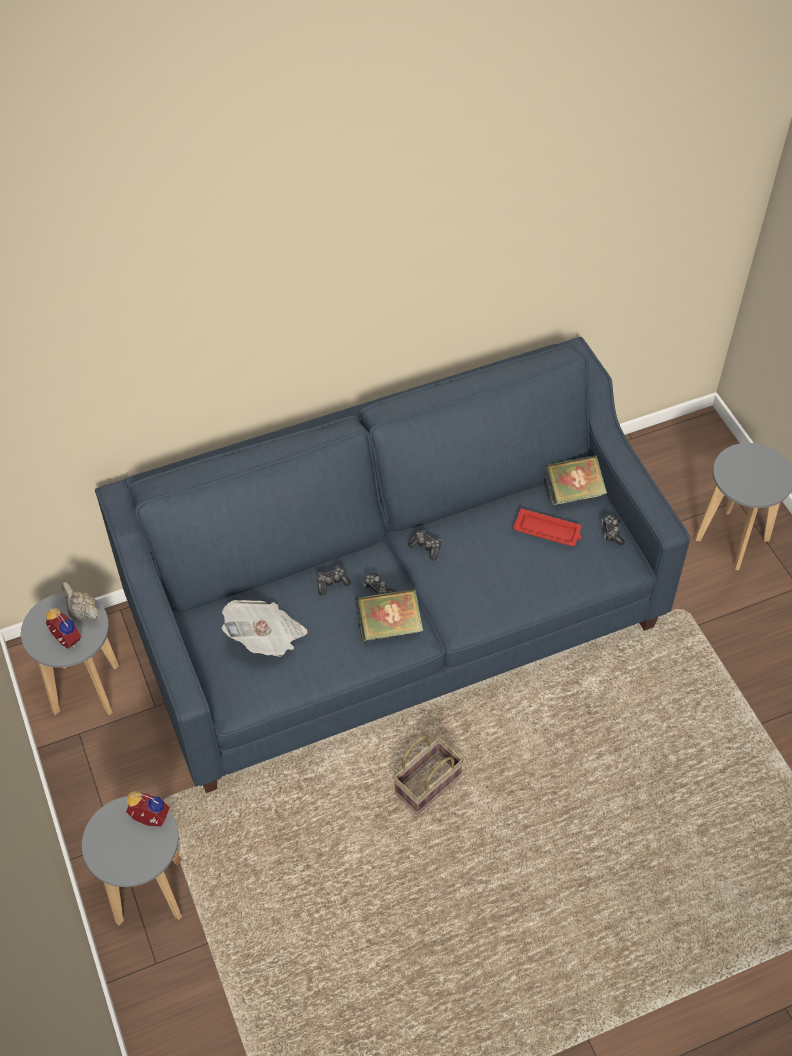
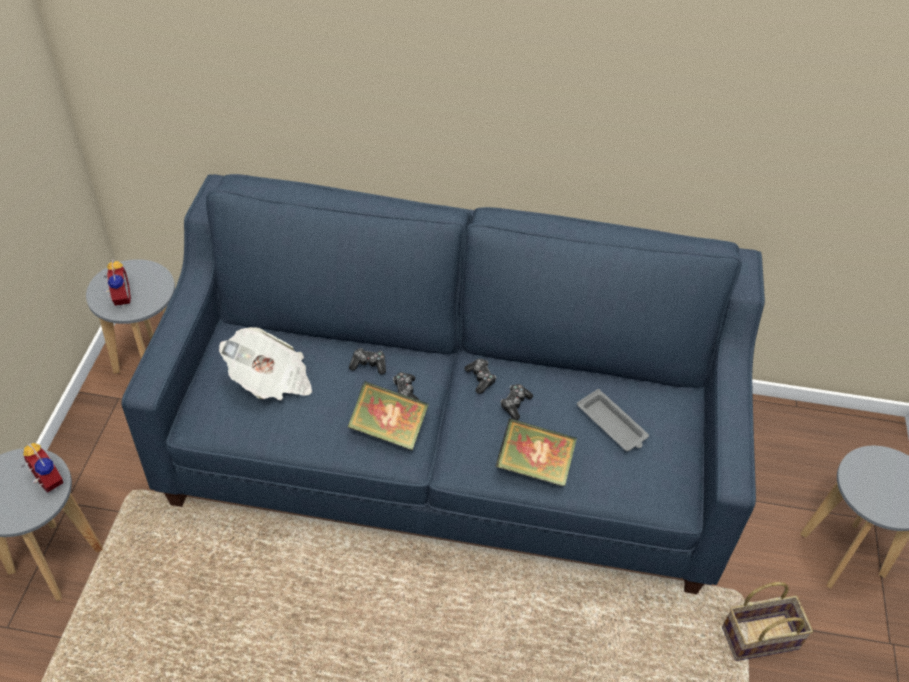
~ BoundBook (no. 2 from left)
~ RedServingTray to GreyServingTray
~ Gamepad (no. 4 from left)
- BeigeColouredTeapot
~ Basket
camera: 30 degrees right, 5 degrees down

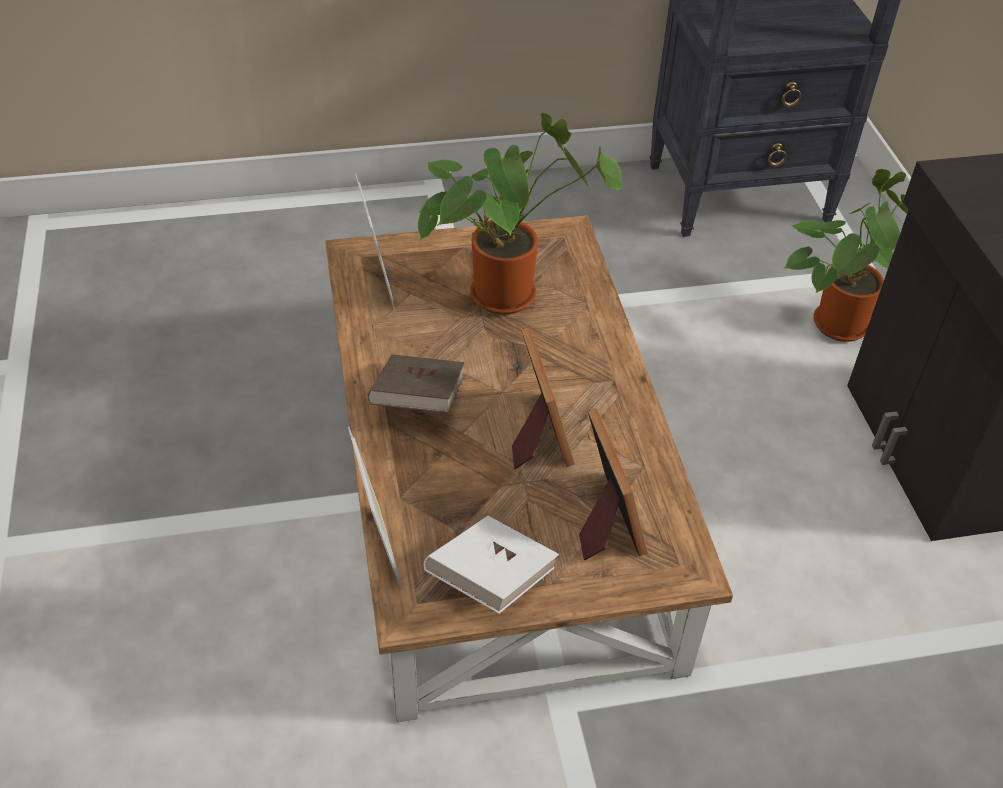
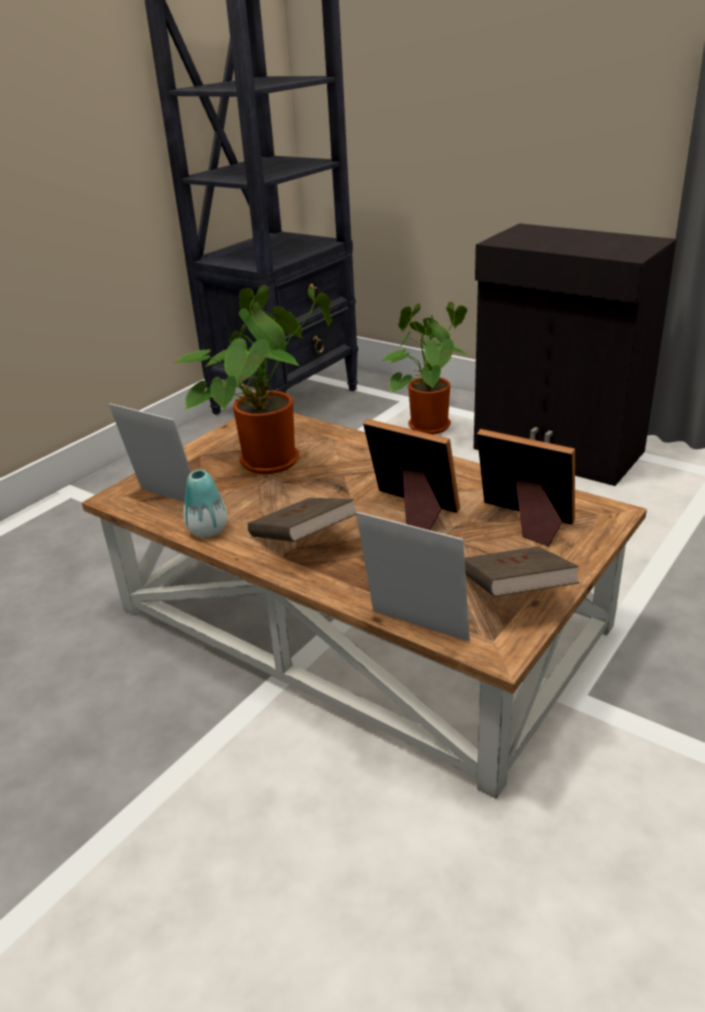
~ WhiteColouredBoundBook to BrownishBoundBook (no. 2 from left)
+ DecorativeVase
camera: 40 degrees left, 15 degrees down

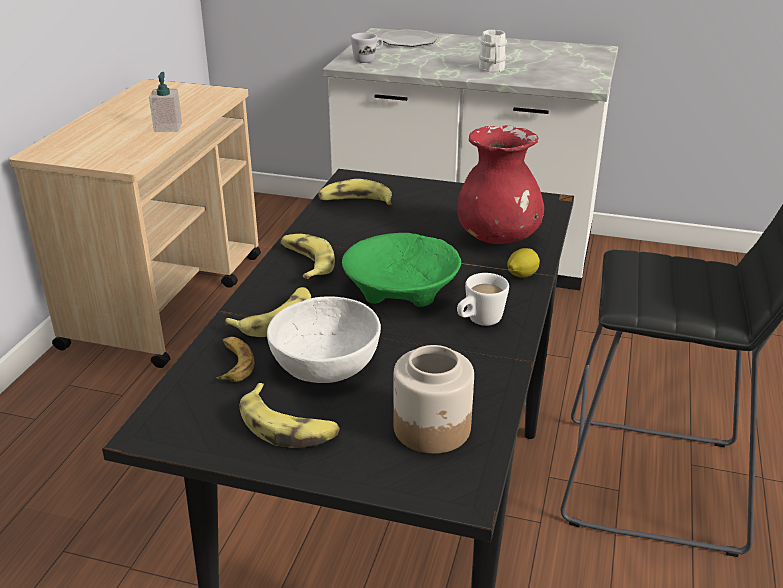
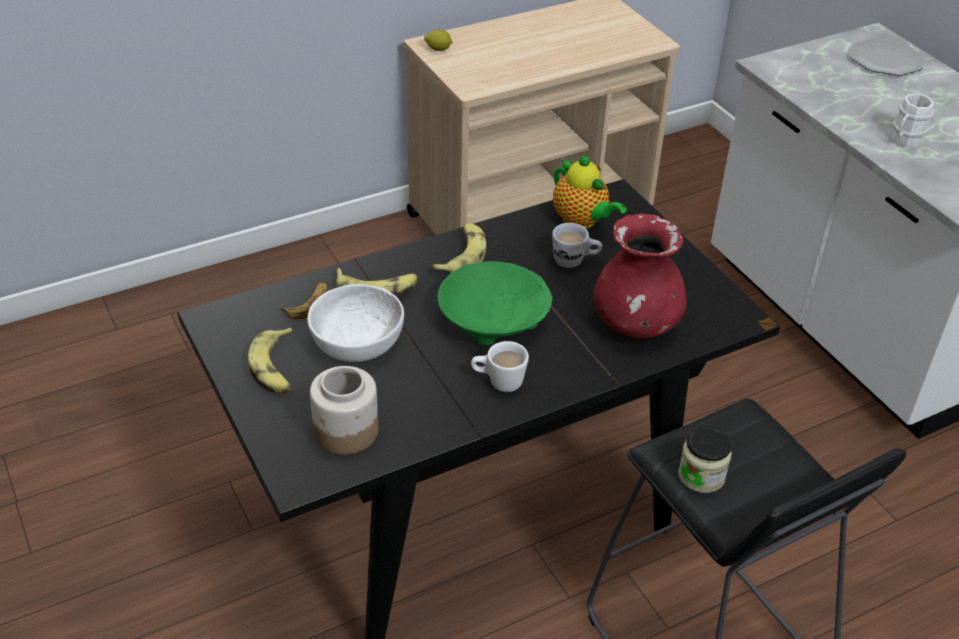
~ WhiteColouredTeaMug (no. 1 from left in the first image) to WhiteColouredTeaMug (no. 2 from left)
- SoapDispenser
~ BananaFruit (no. 5 from left) to Teapot
~ CitrusFruit
+ Jar (no. 2 from left)
camera: 45 degrees right, 10 degrees up

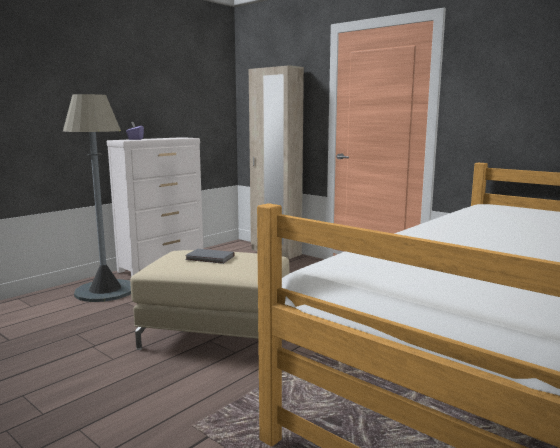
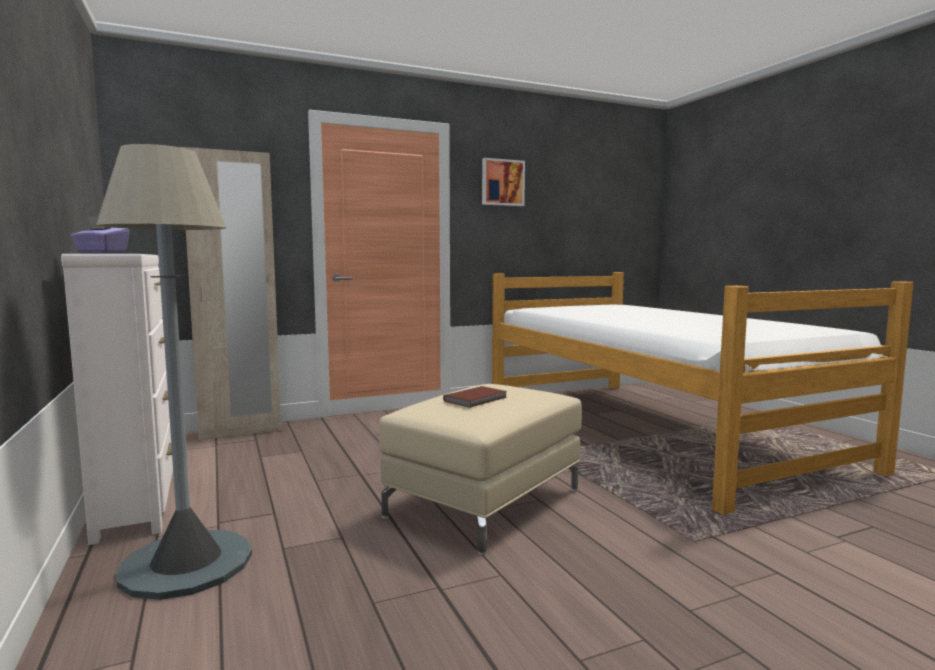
~ GreyBoundBook to BrownishBoundBook
+ WallArt
camera: 65 degrees left, 5 degrees down

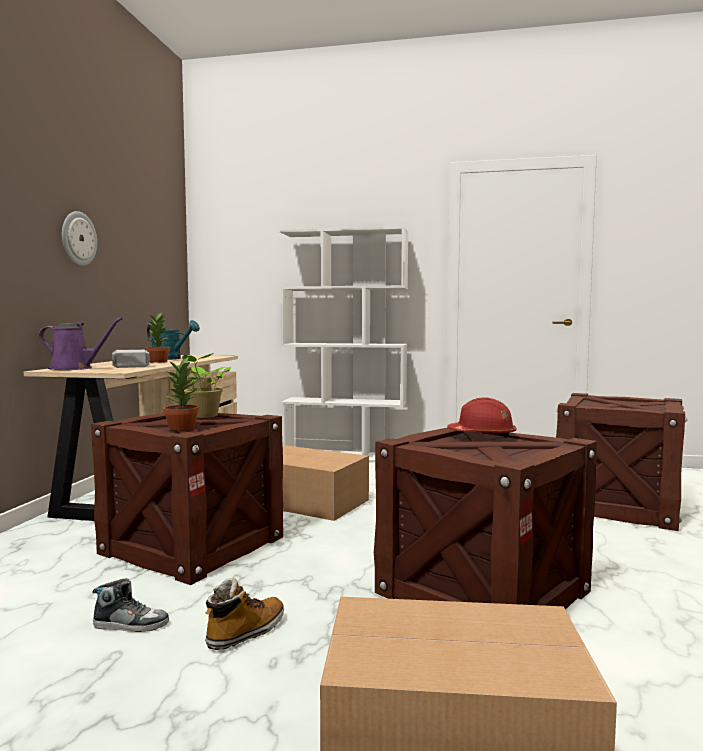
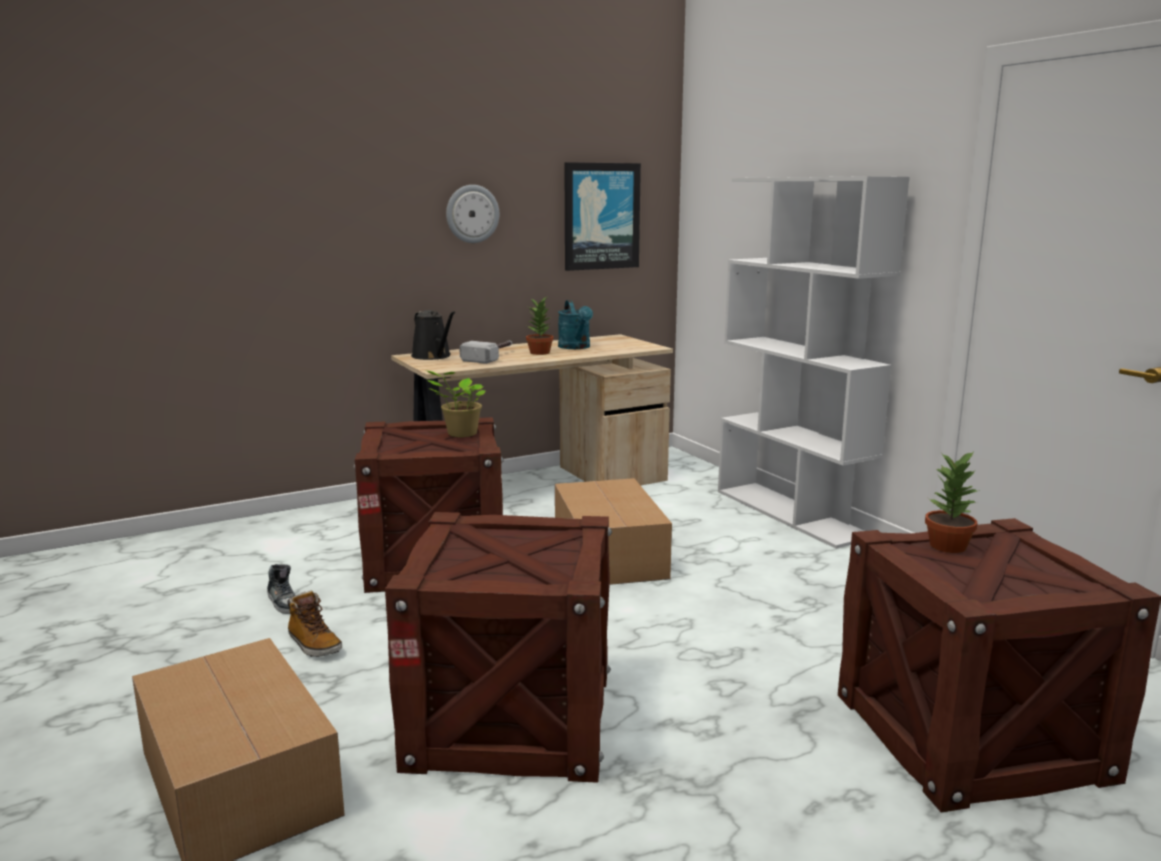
~ PurpleWateringCan to BlackWateringCan
~ Houseplant (no. 2 from left in the first image) to Houseplant (no. 3 from left)
- RedWorkHelmet
~ HighTopBoot 45 degrees clockwise
+ WallArt
camera: 50 degrees right, 10 degrees up

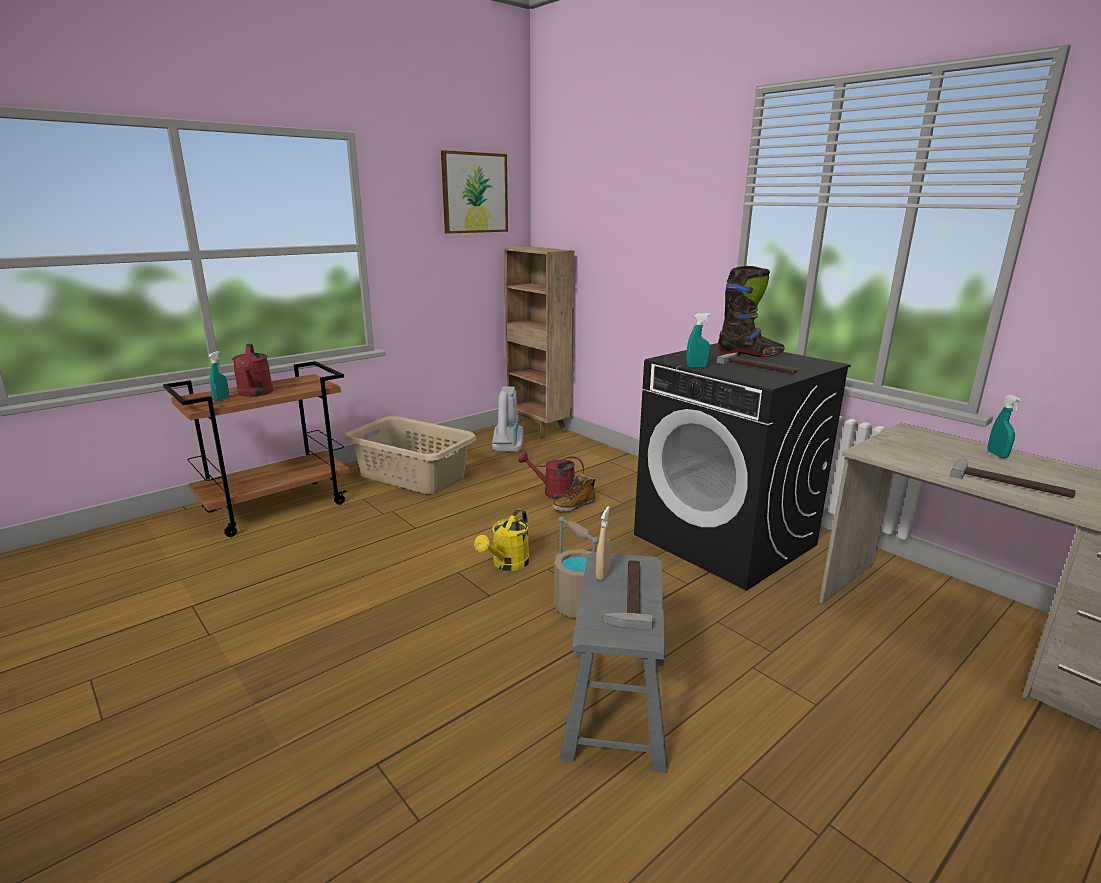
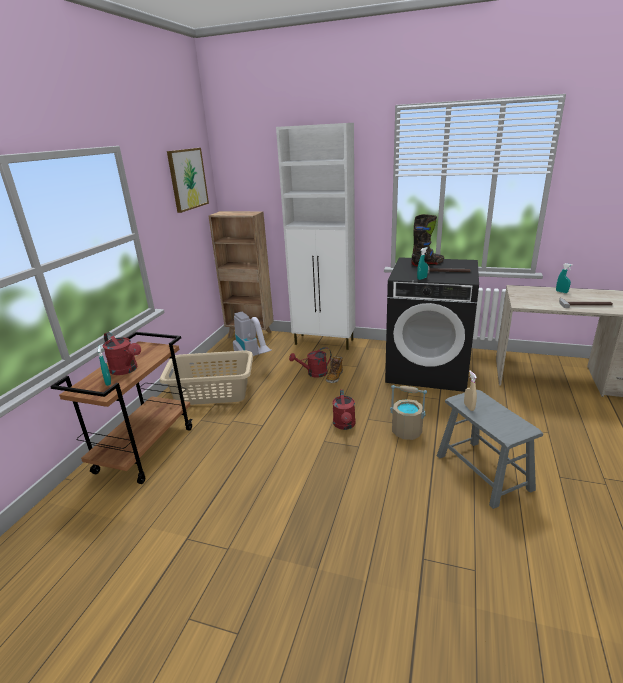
~ YellowishWateringCan to RedWateringCan (no. 3 from left)
- HandHammer (no. 1 from left)
+ WhiteColouredStorageCabinet
camera: 30 degrees left, 5 degrees up

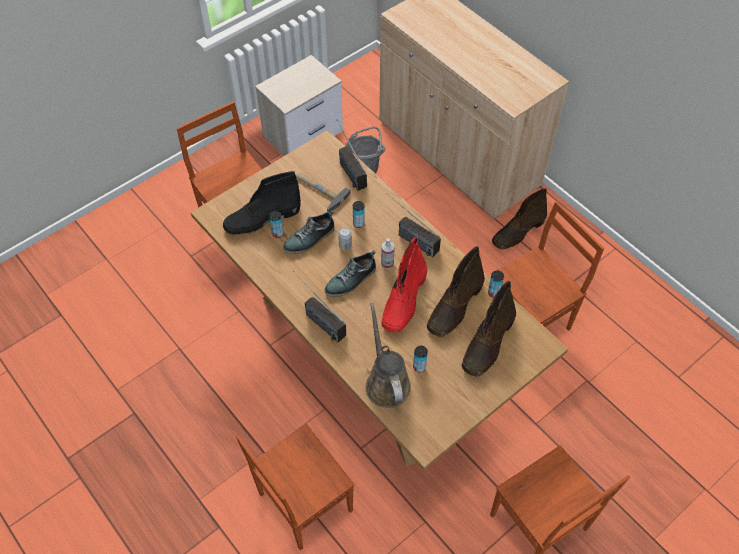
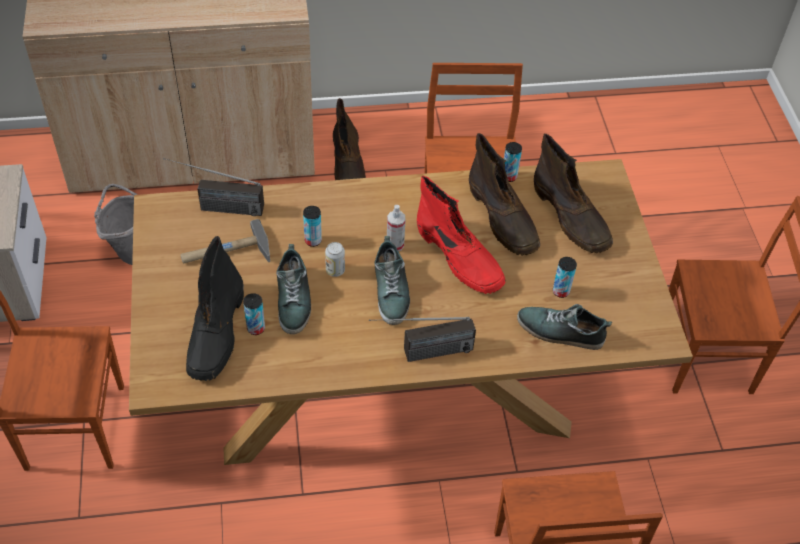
- RadioSet (no. 3 from left)
~ BrownishWateringCan to LowShoe (no. 3 from left)
camera: 60 degrees left, 5 degrees down

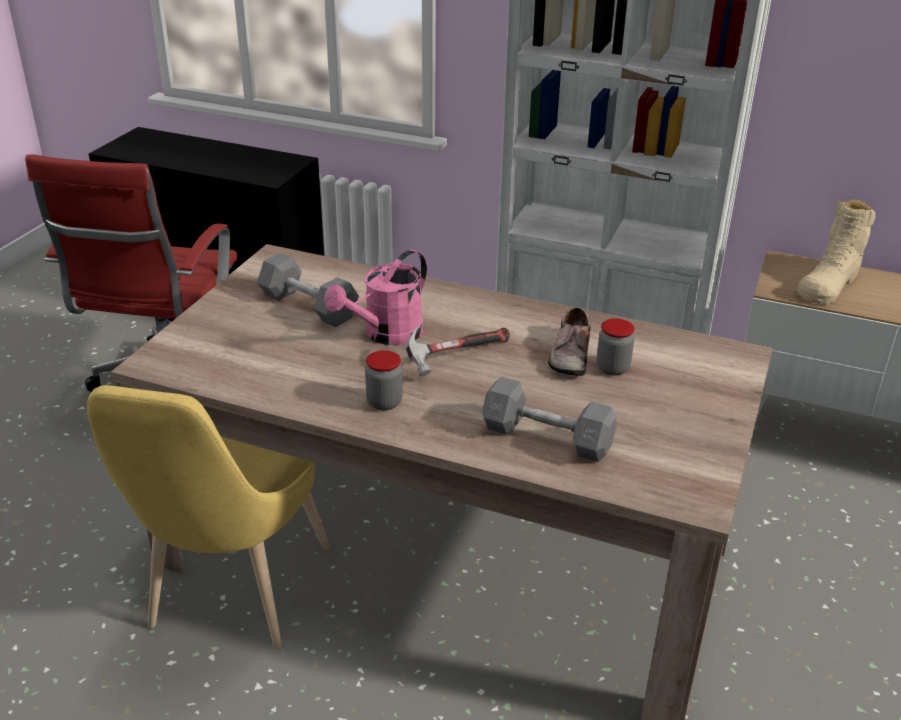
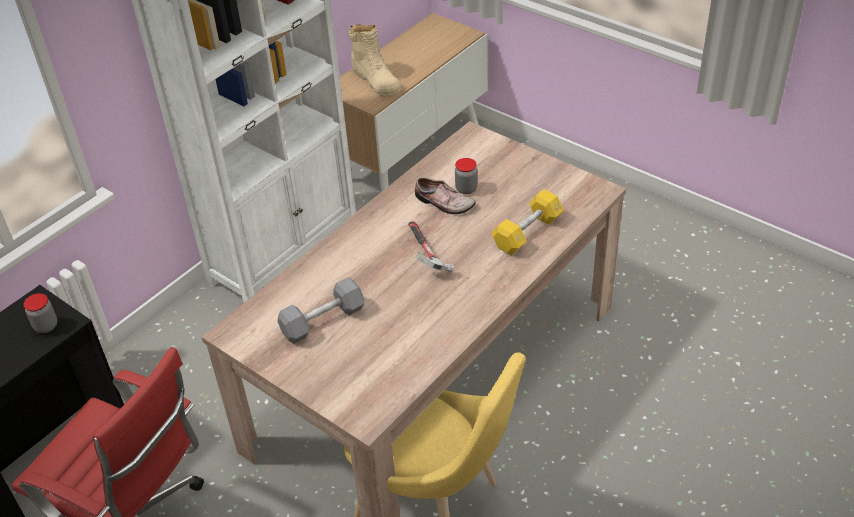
- PinkWateringCan
~ Jar (no. 1 from left)
~ GreyHandWeight (no. 2 from left) to YellowishHandWeight
camera: 70 degrees left, 10 degrees up

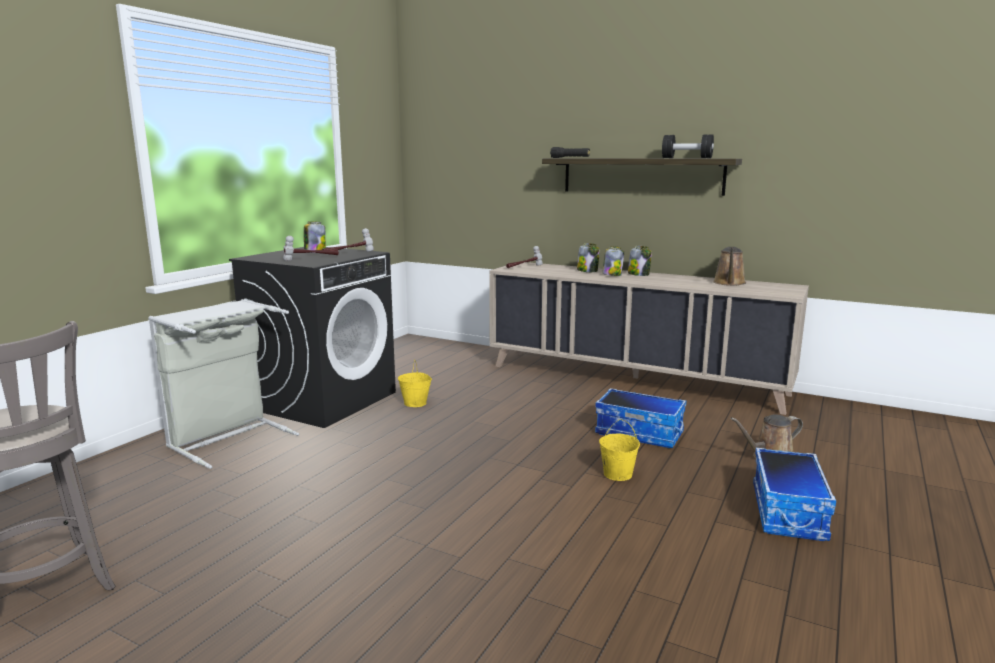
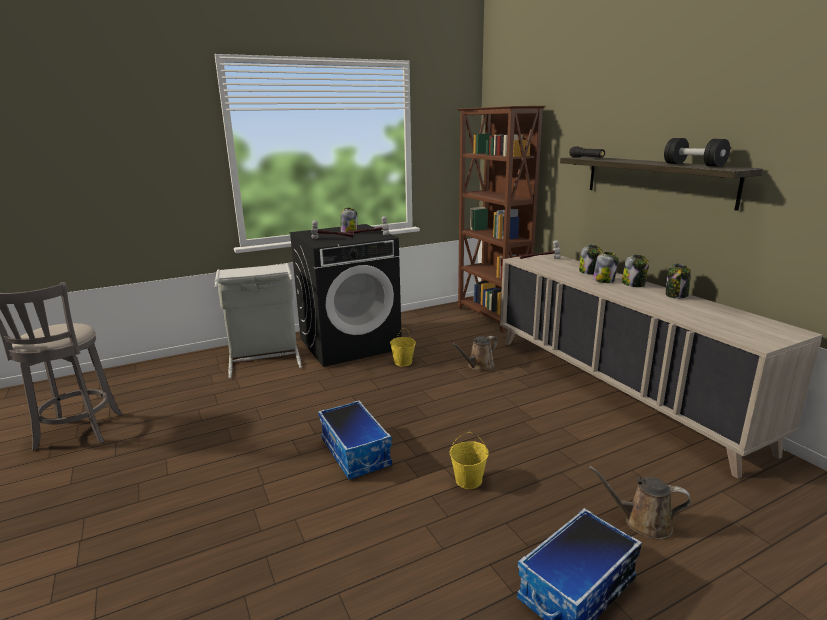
~ BrownishWateringCan (no. 1 from left)
~ StorageBox (no. 1 from left)
+ BrownishShelvingUnit
+ Jar (no. 5 from left)
camera: 35 degrees right, 5 degrees up

